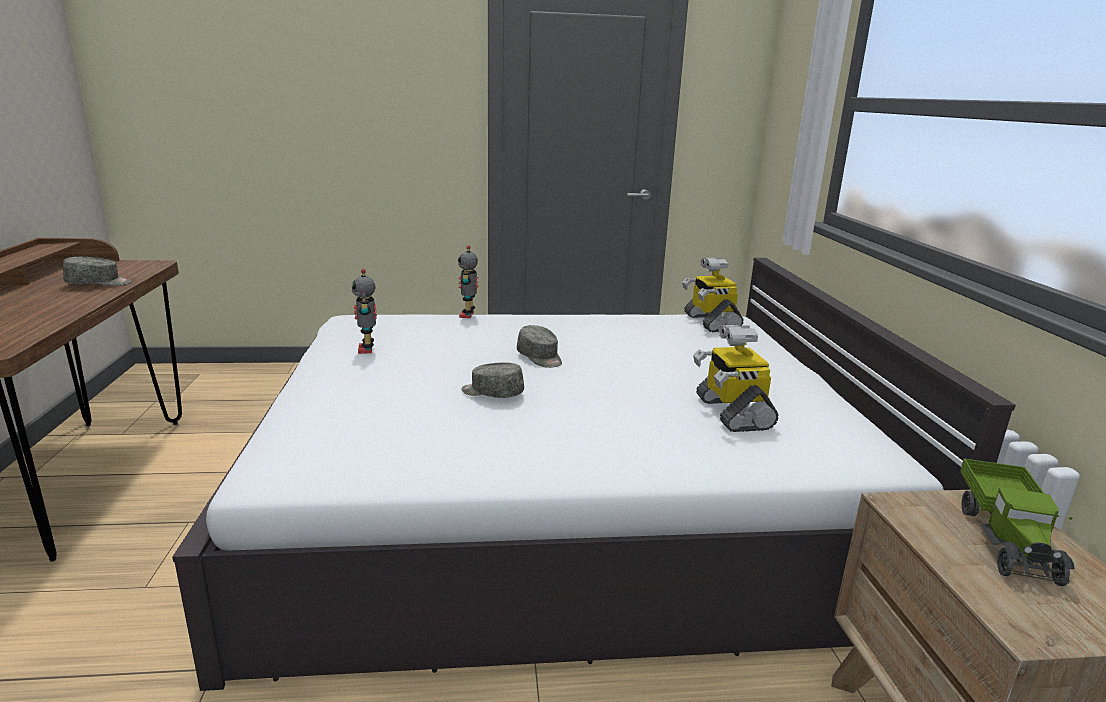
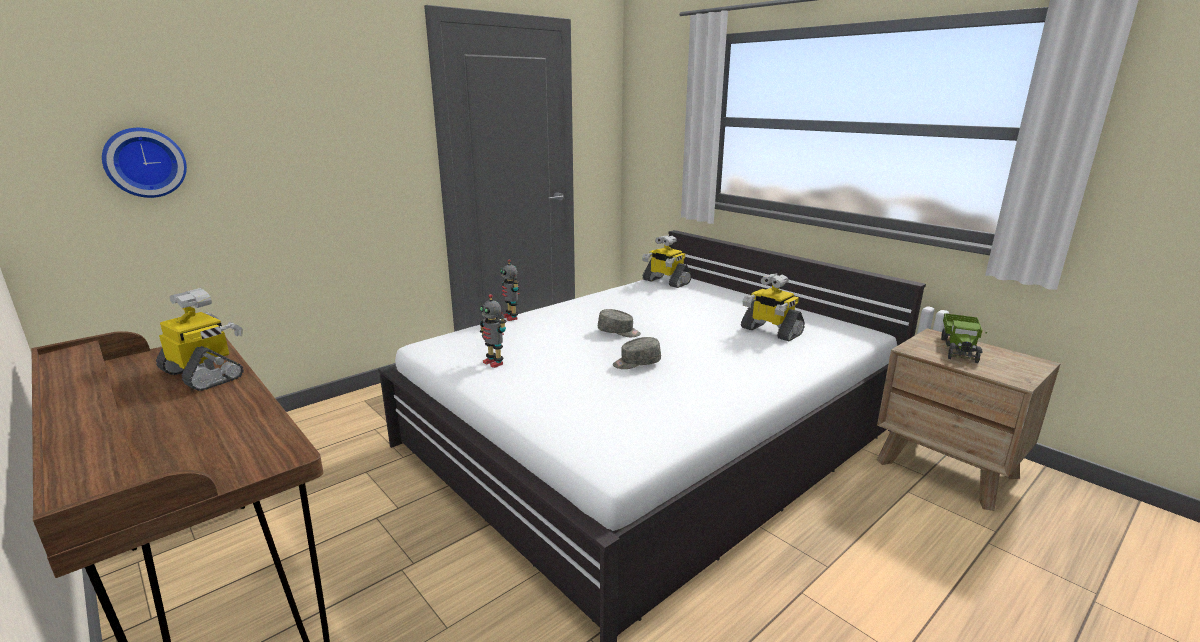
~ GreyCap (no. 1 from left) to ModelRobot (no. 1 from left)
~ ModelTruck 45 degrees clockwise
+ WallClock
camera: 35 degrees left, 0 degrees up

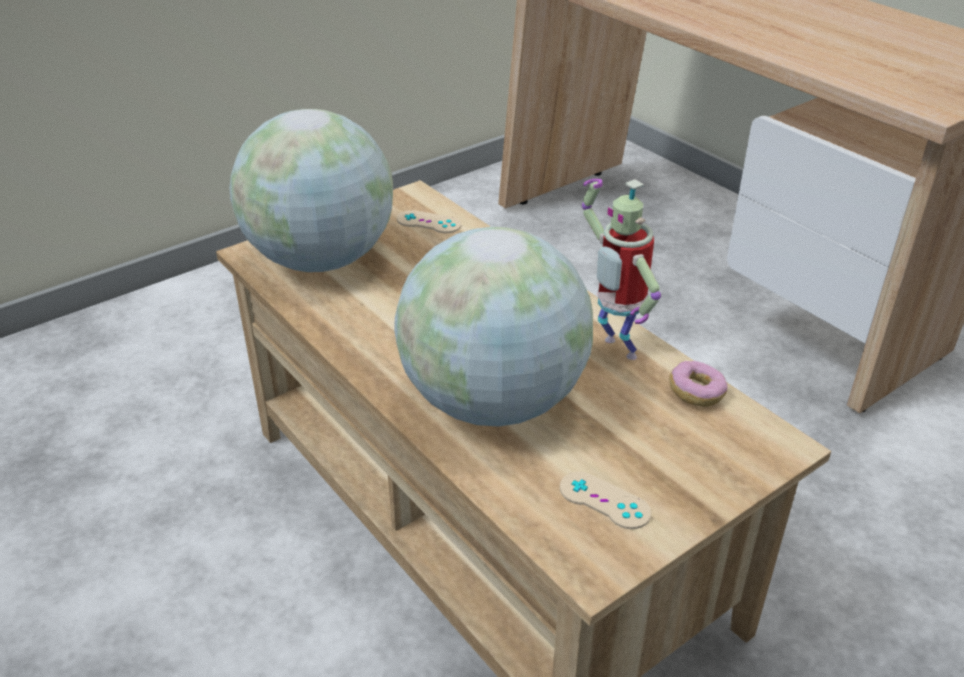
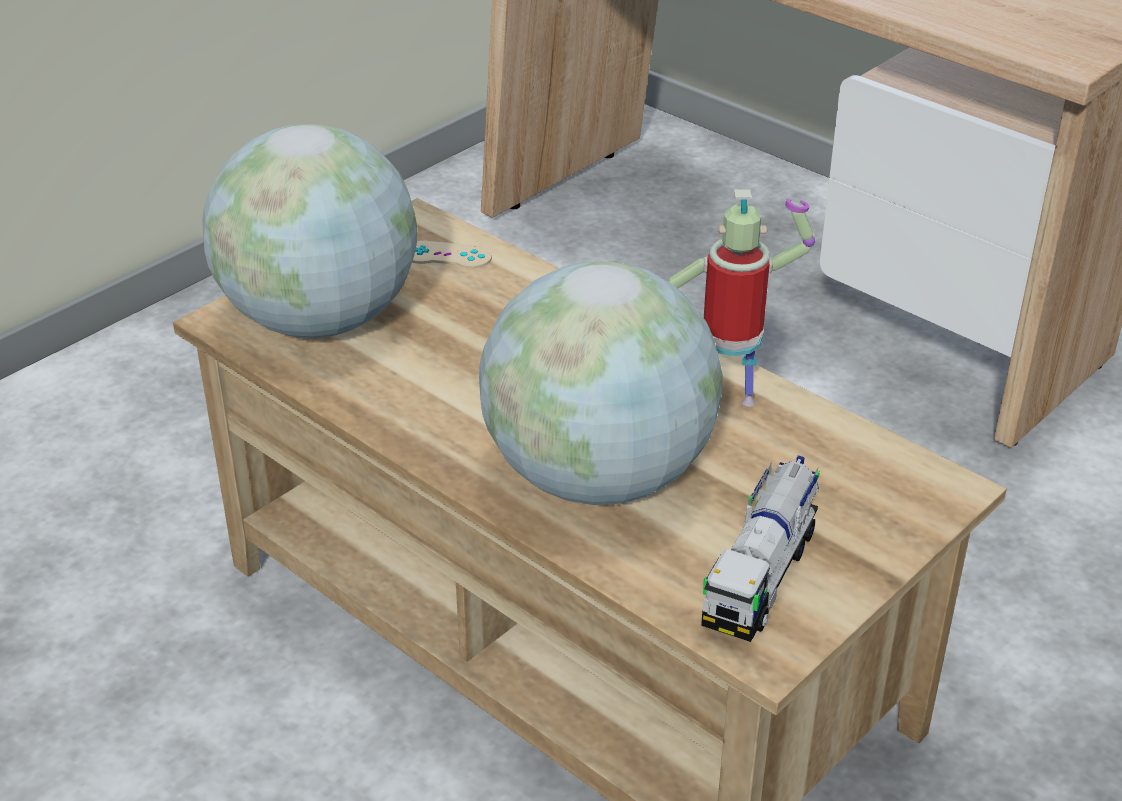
~ ModelRobot 135 degrees clockwise
- Donut
~ BeigeColouredGamepad (no. 2 from left) to ModelTruck
camera: 10 degrees left, 0 degrees up

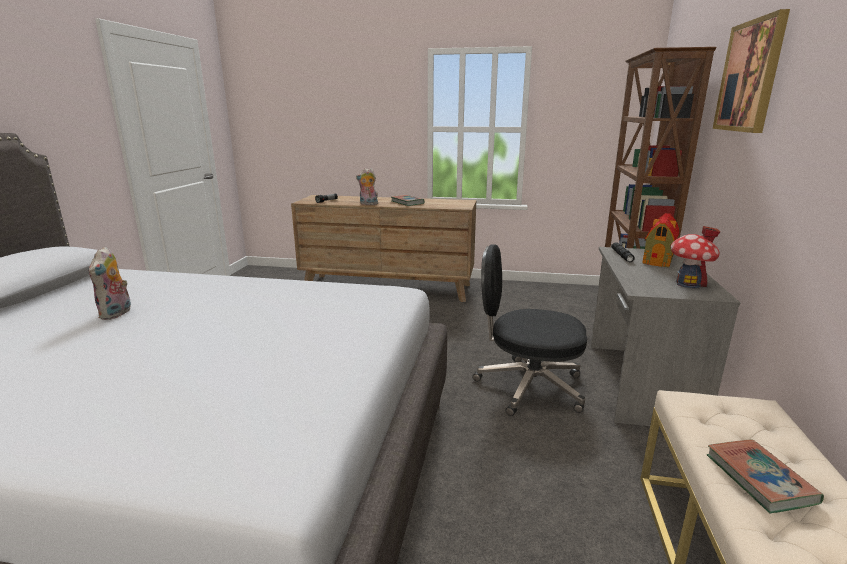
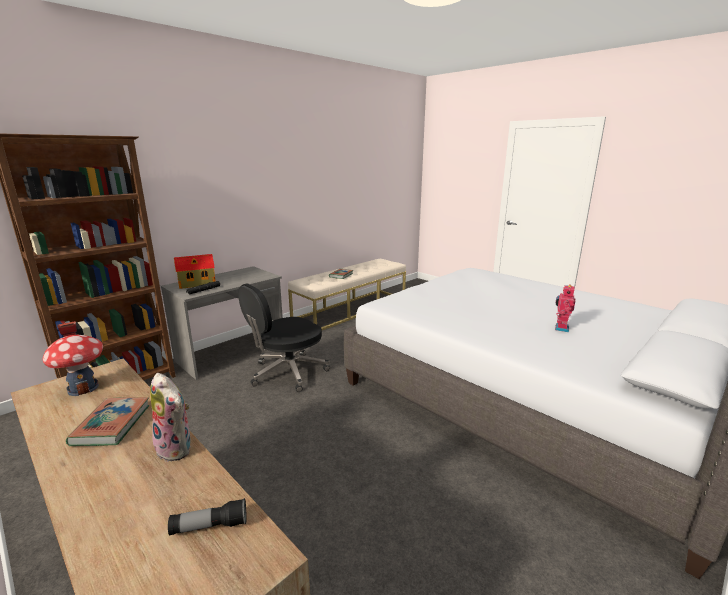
- WallArt
~ MiniatureHouse (no. 2 from left in the first image) to MiniatureHouse (no. 1 from left)
~ BlackDeskChair 90 degrees clockwise
~ PlushToy (no. 1 from left) to ModelRobot
camera: 145 degrees left, 0 degrees up

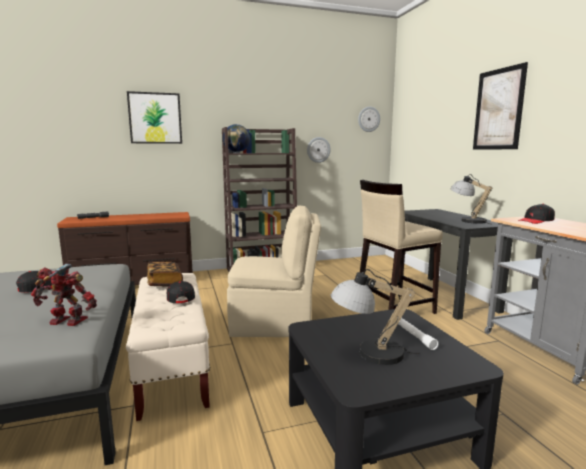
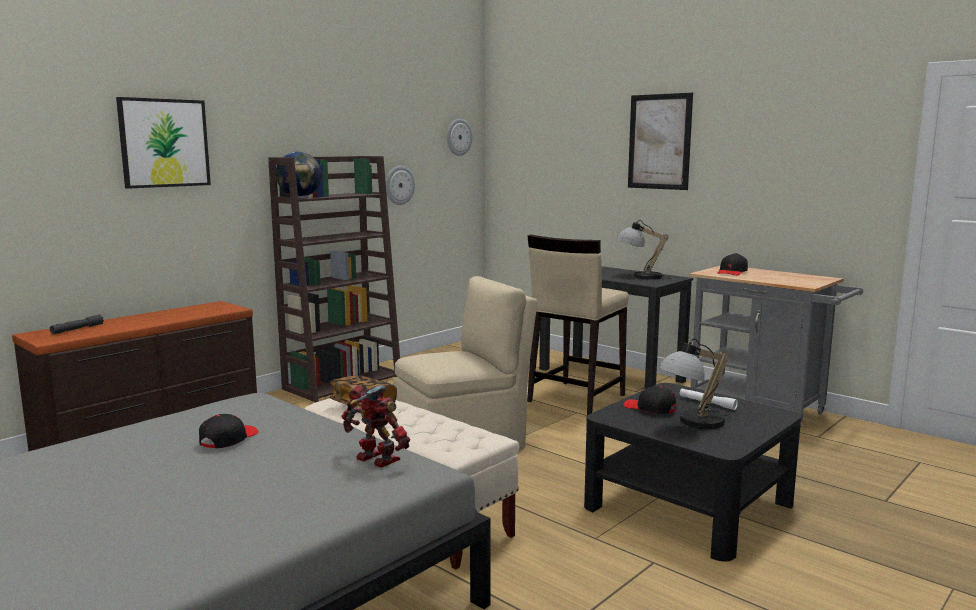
~ ModelRobot 60 degrees clockwise
~ BlackCap (no. 2 from left)
camera: 30 degrees left, 0 degrees up

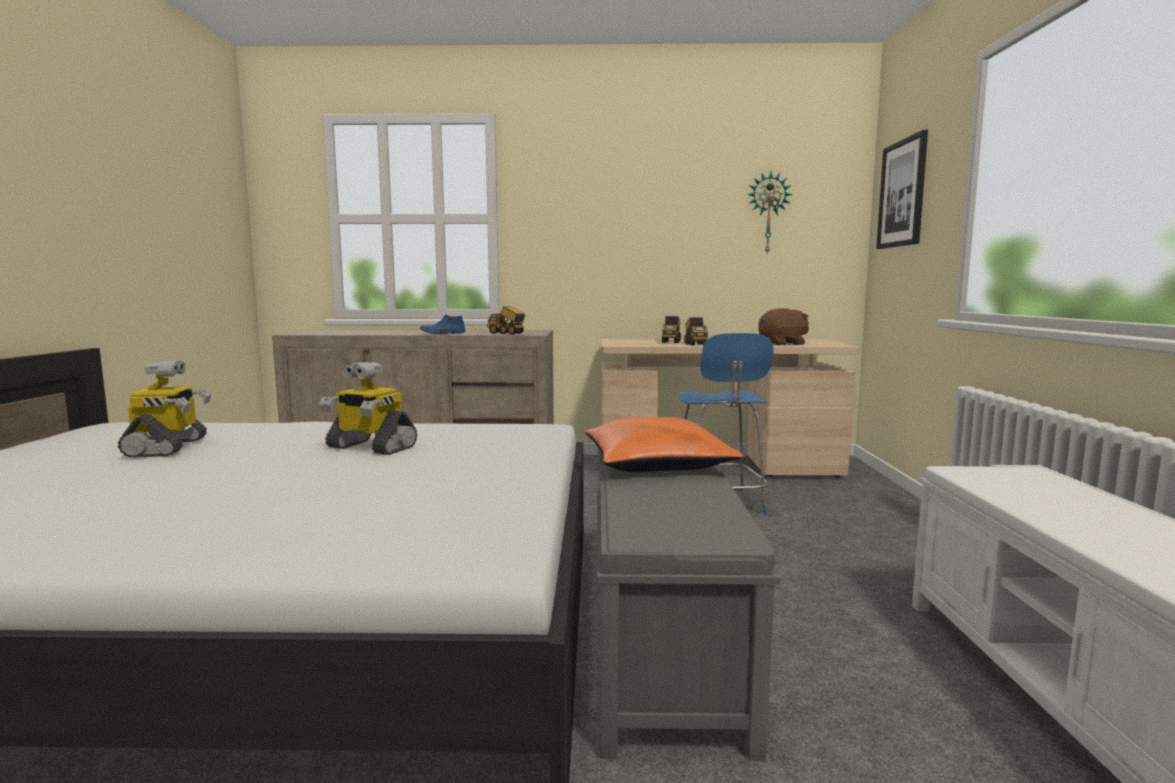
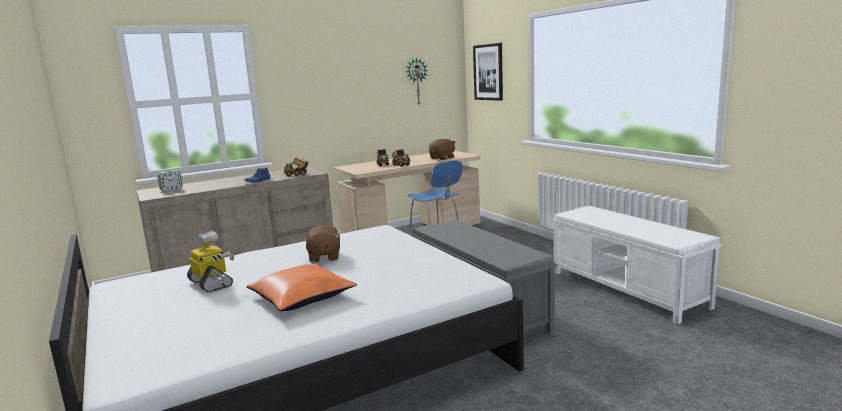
~ ModelRobot (no. 2 from left) to BrownishPlushToy (no. 1 from left)
~ OrangeyPillow
+ AlarmClock
camera: 30 degrees left, 5 degrees up

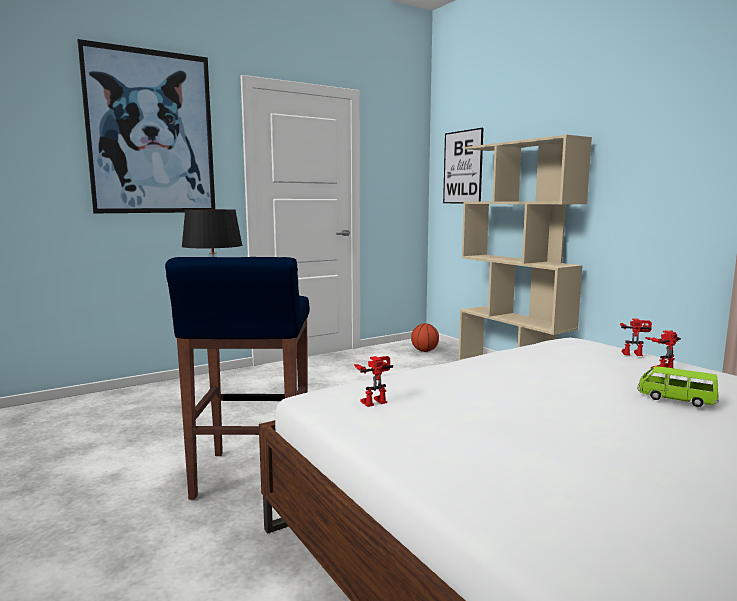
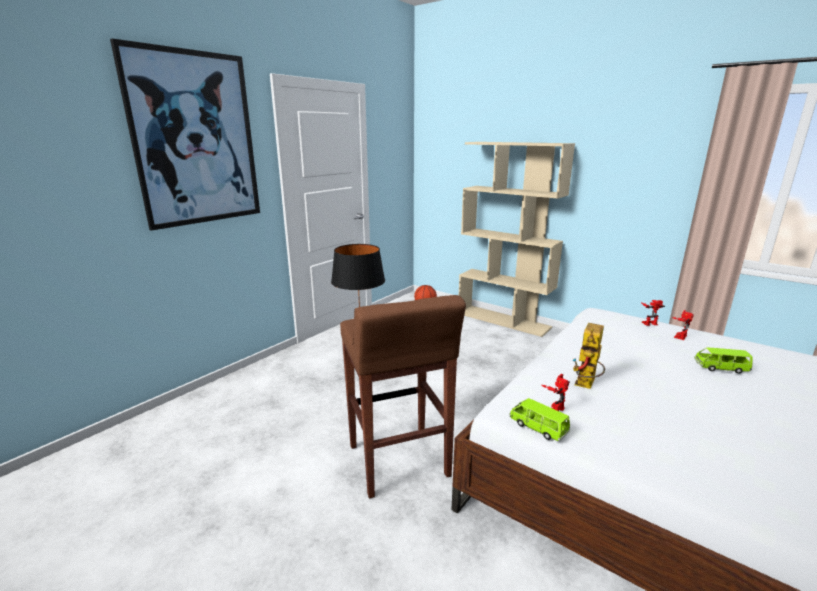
- WallArt (no. 2 from left)
~ BlueColouredSittingStool to BrownishSittingStool
+ ModelRobot (no. 2 from left)
+ GreenColouredModelCar (no. 1 from left)
camera: 20 degrees left, 10 degrees up

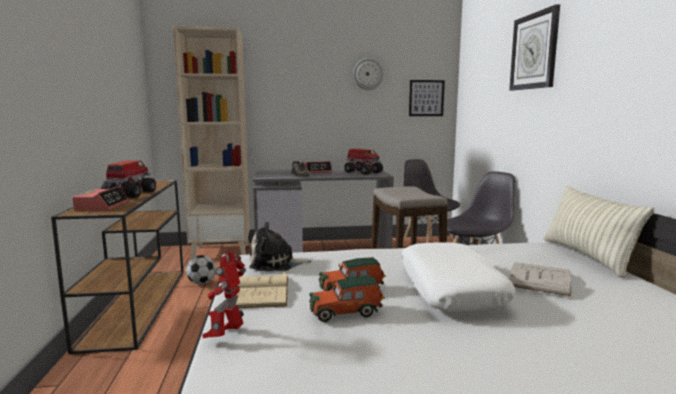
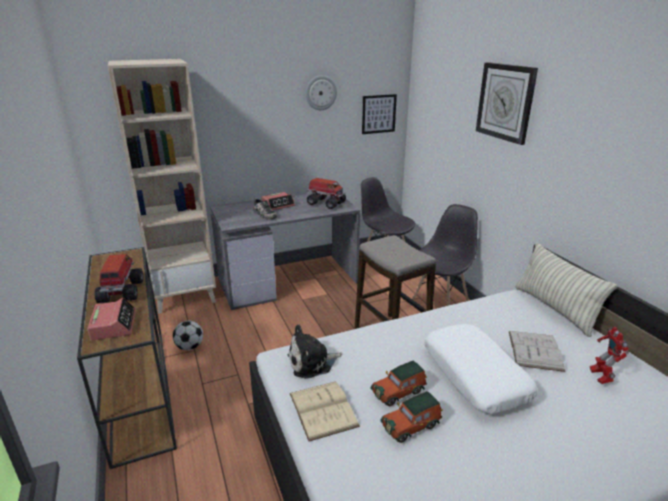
~ ModelRobot
camera: 15 degrees left, 15 degrees up

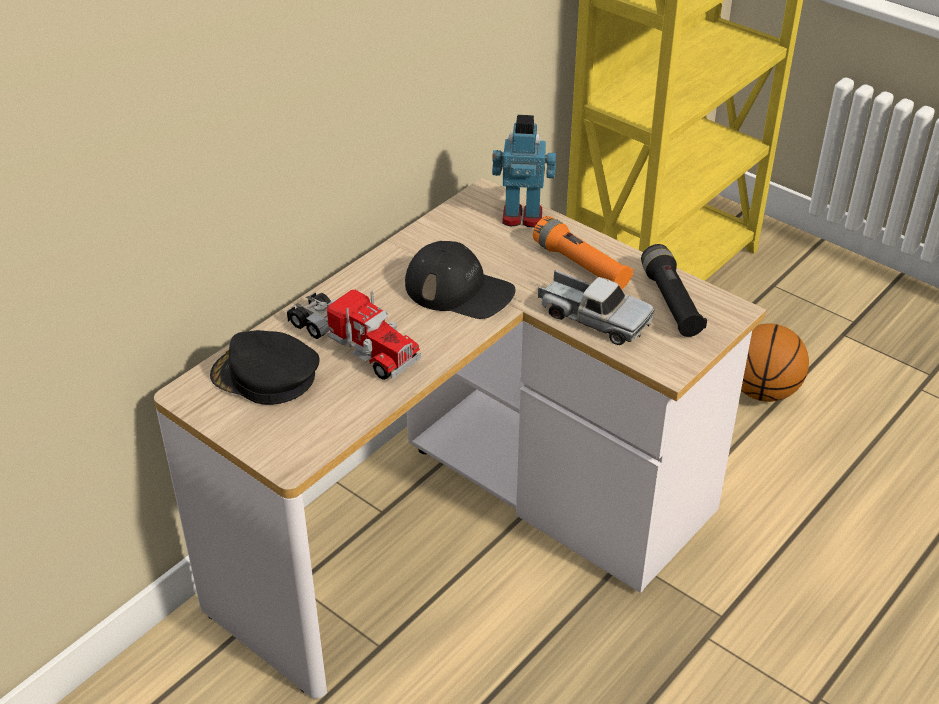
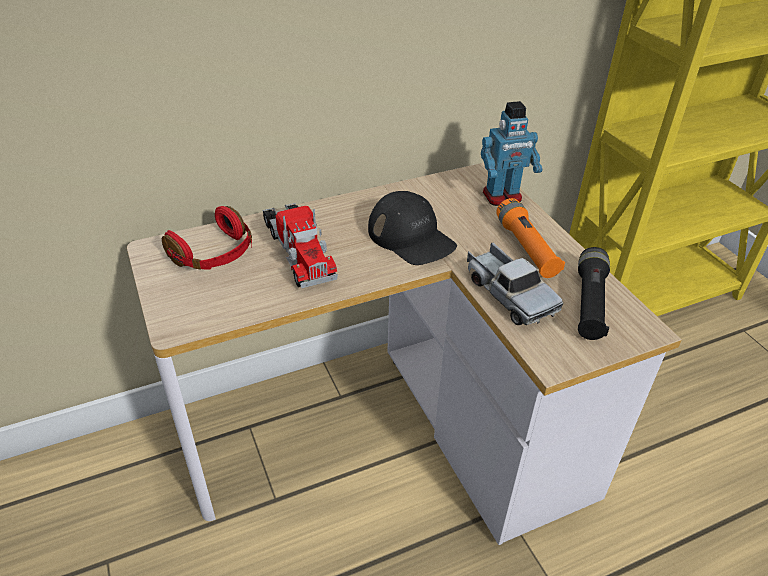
~ ModelRobot 135 degrees clockwise
- BasketballBall
~ BlackCap (no. 1 from left) to RedHeadset
camera: 25 degrees right, 0 degrees up

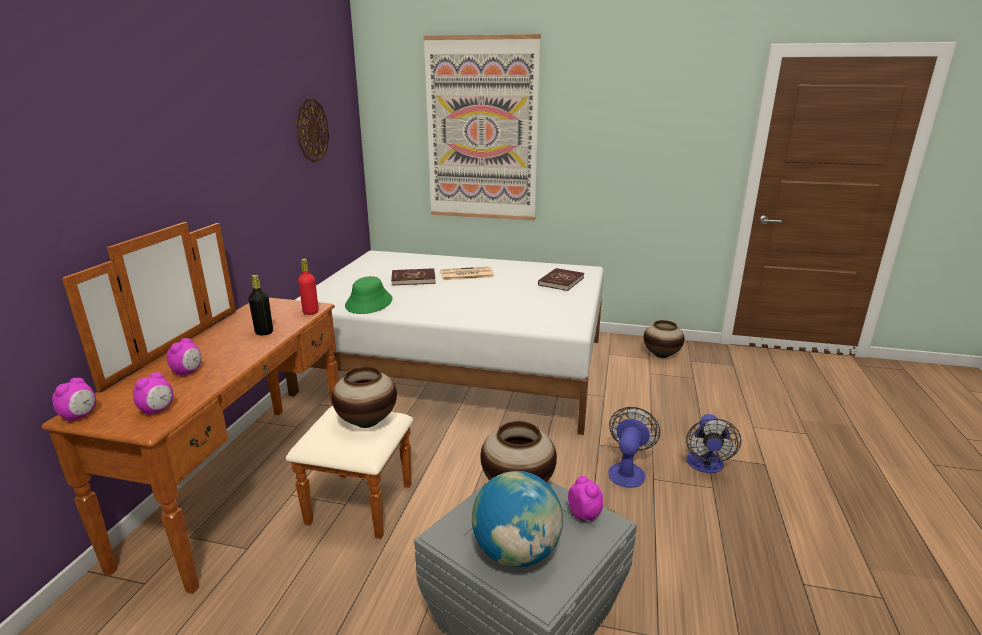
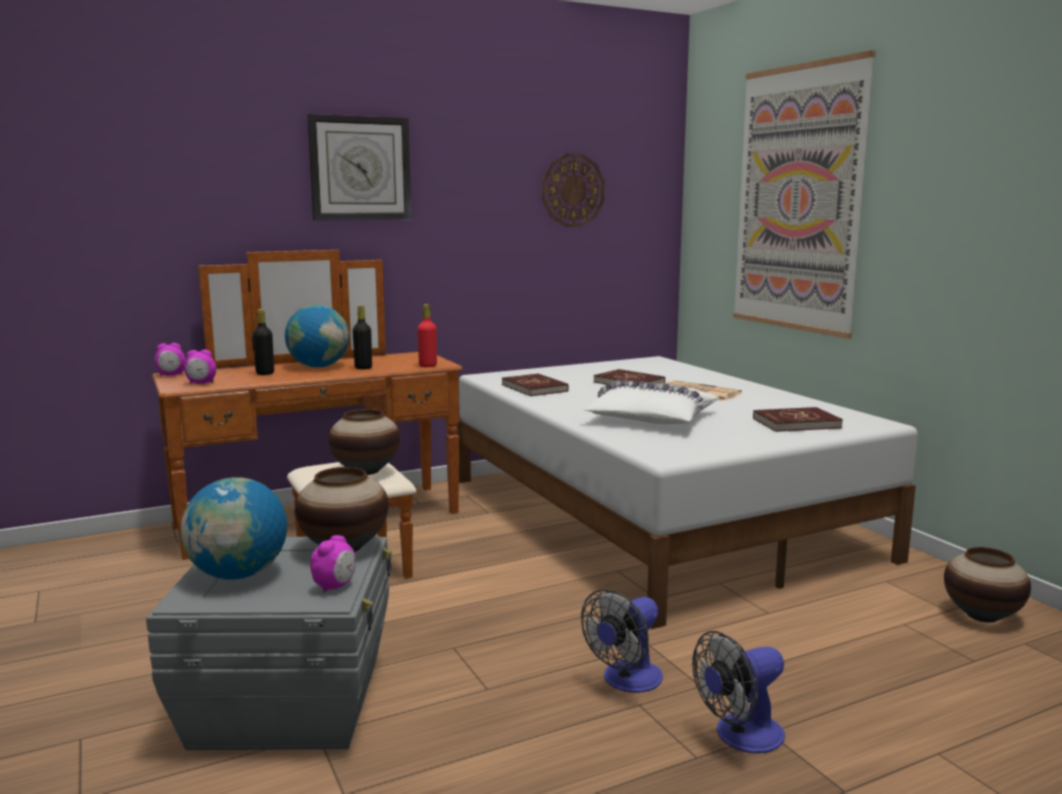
~ GreenColouredClothingHat to RedBoundBook (no. 1 from left)
~ AlarmClock (no. 3 from left) to BlackBottle (no. 1 from left)
~ Fan (no. 1 from left) 150 degrees clockwise
+ WallClock (no. 1 from left)
+ DeskGlobe (no. 2 from left)
+ WhiteColouredPillow
camera: 50 degrees right, 10 degrees down

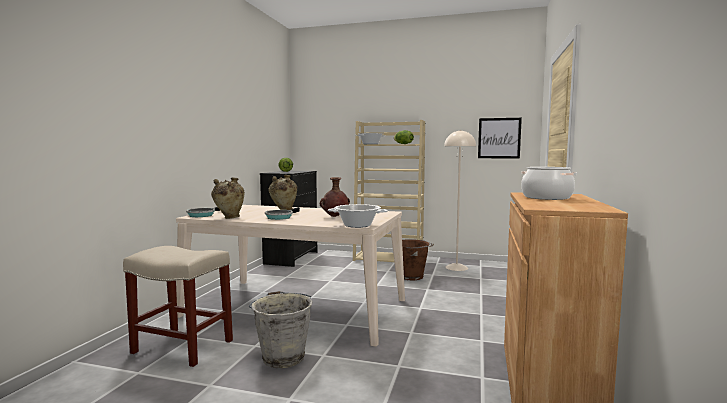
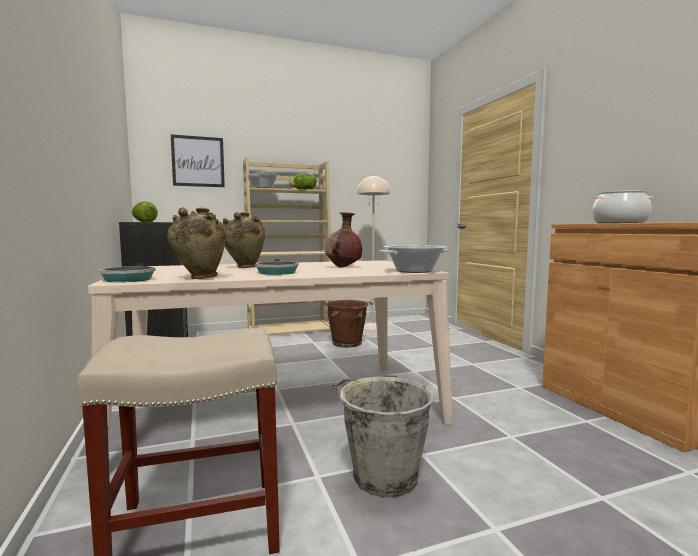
~ WallArt
camera: 35 degrees left, 0 degrees up

